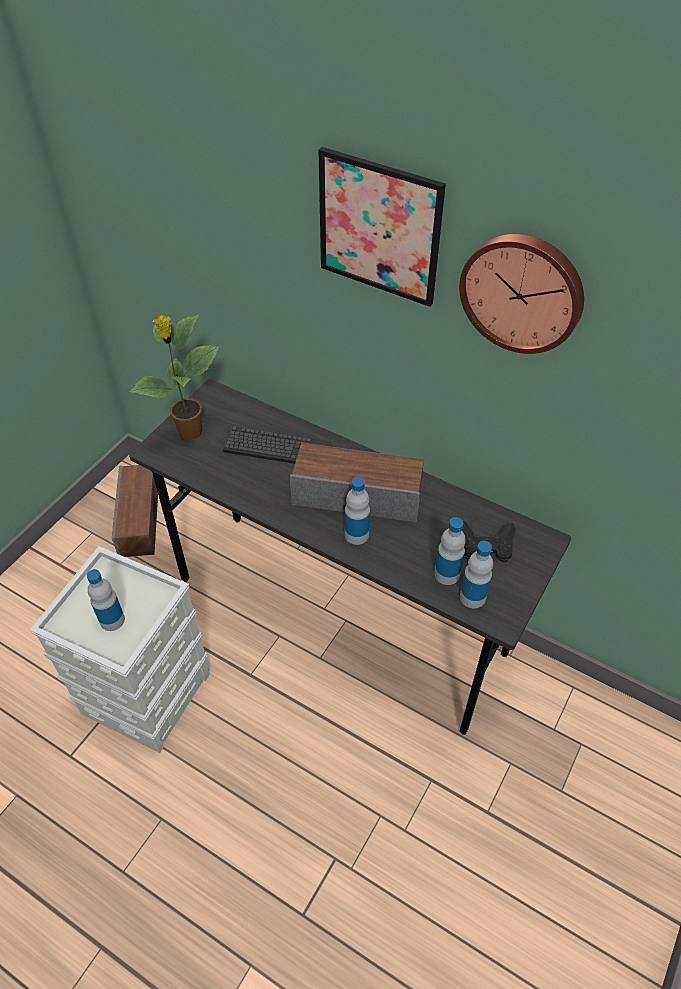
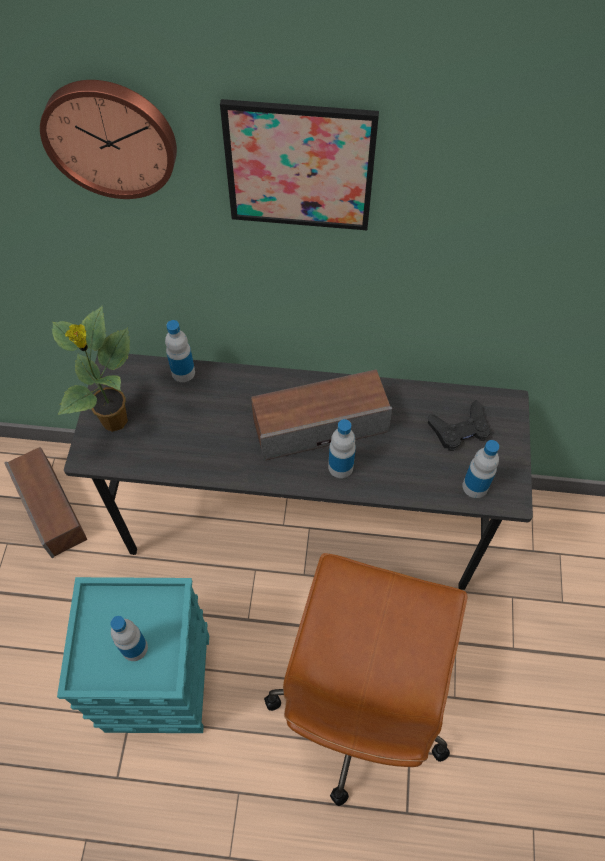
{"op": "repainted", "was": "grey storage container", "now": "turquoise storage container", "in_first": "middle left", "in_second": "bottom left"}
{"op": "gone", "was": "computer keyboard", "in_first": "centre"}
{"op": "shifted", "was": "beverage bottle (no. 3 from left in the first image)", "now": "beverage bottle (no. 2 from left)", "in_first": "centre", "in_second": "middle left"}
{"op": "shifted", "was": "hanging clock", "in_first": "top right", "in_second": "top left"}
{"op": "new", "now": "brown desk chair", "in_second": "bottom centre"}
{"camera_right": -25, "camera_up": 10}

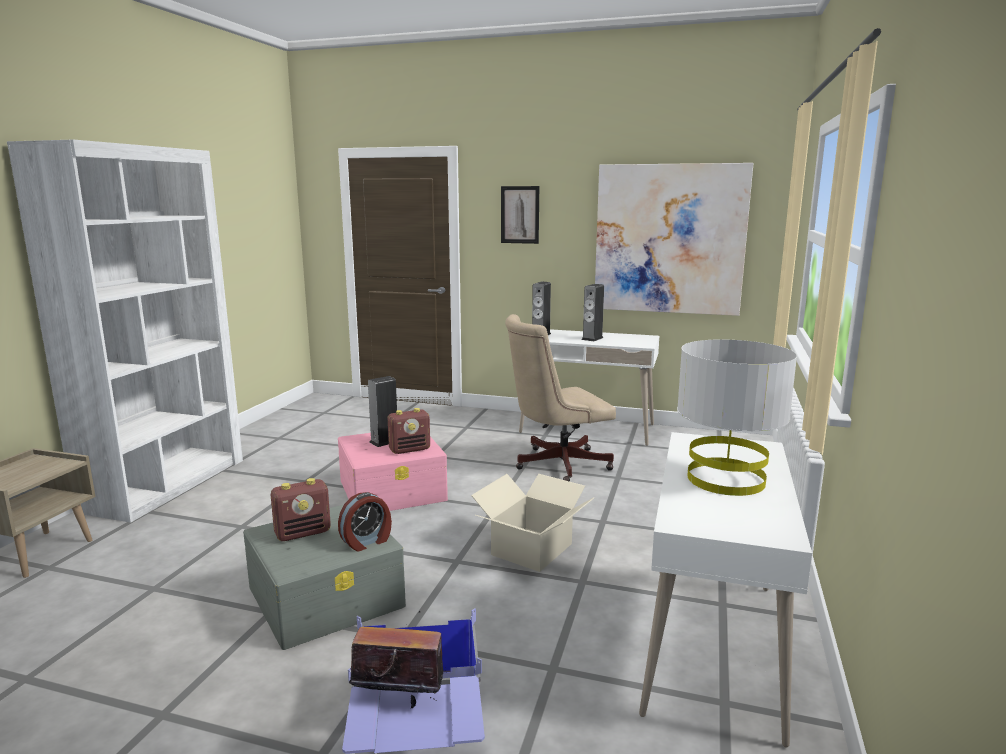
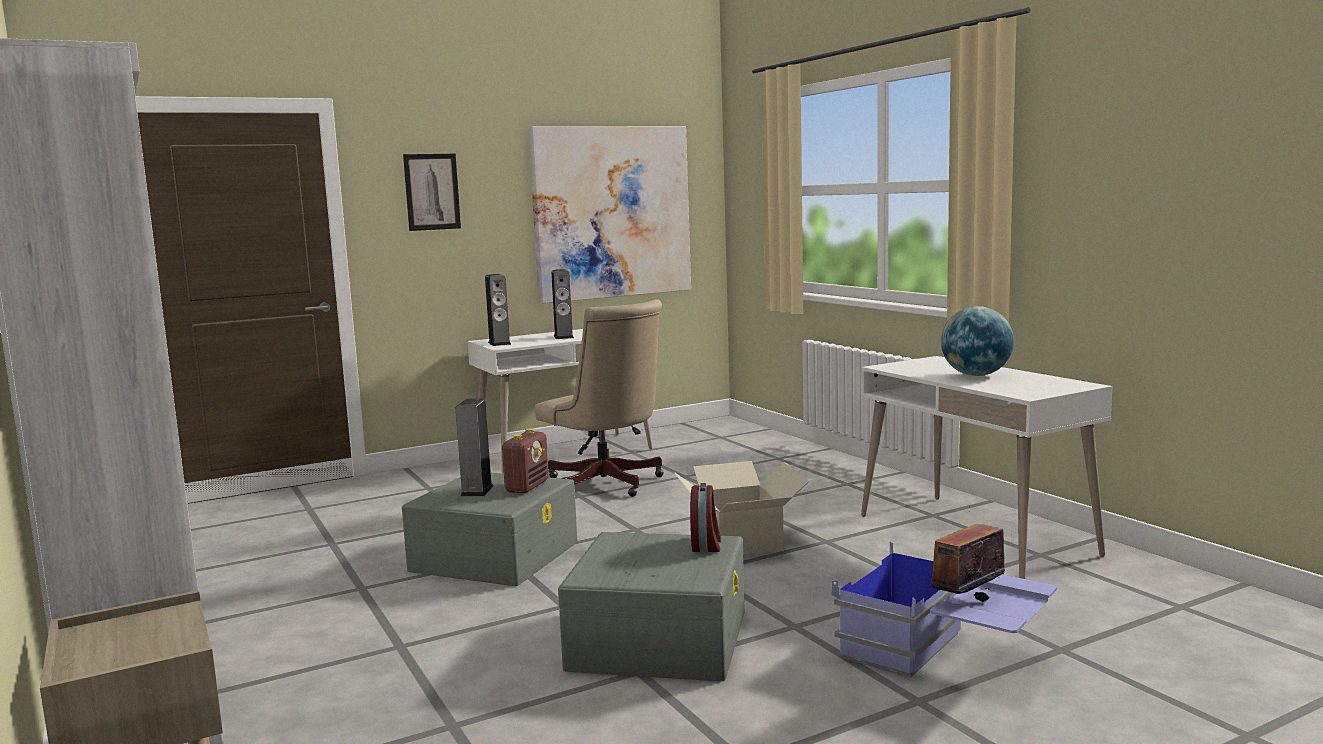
{"op": "gone", "was": "radio (no. 1 from left)", "in_first": "bottom left"}
{"op": "repainted", "was": "pink storage container", "now": "grey storage container (no. 1 from left)", "in_first": "centre", "in_second": "bottom centre"}
{"op": "rotated", "was": "beige desk chair", "in_first": "centre", "in_second": "centre", "clockwise": -60}
{"op": "swapped", "was": "grey tabletop lamp", "now": "world globe", "in_first": "middle right", "in_second": "middle right"}
{"camera_right": -45, "camera_up": -5}

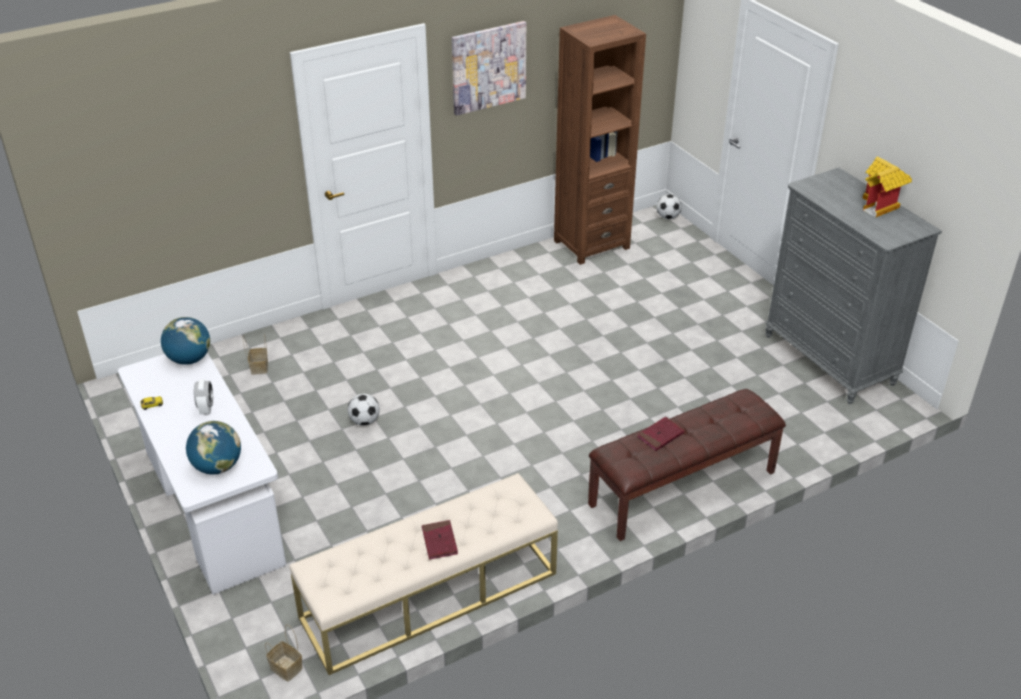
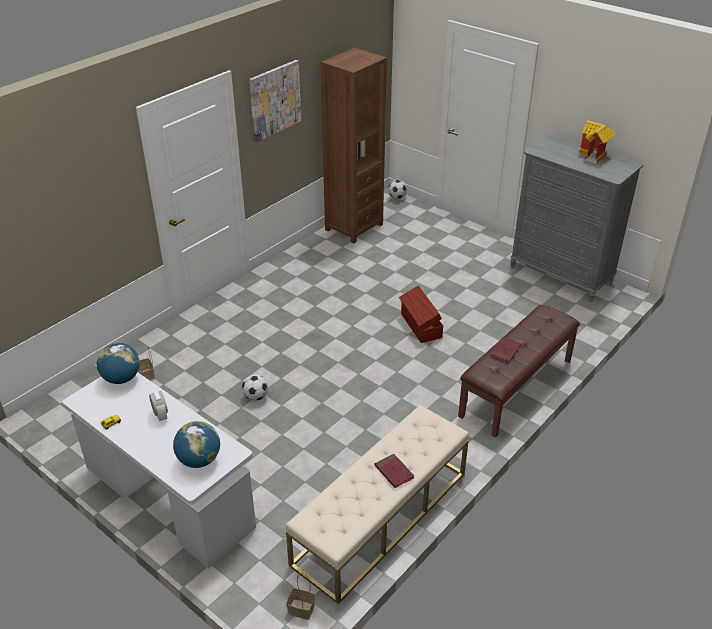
{"op": "new", "now": "brown storage container", "in_second": "centre"}
{"camera_right": -20, "camera_up": 0}

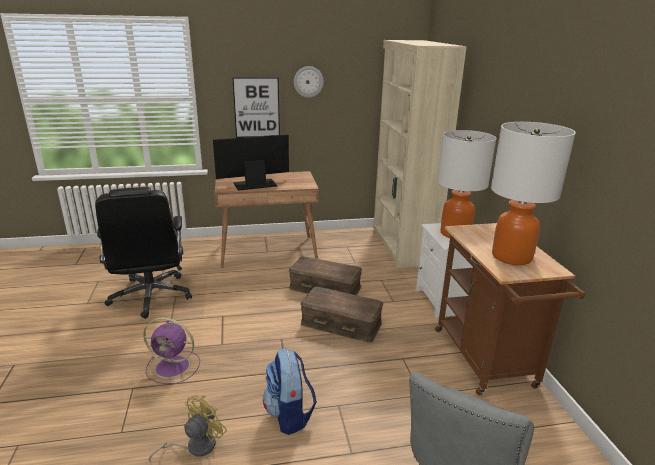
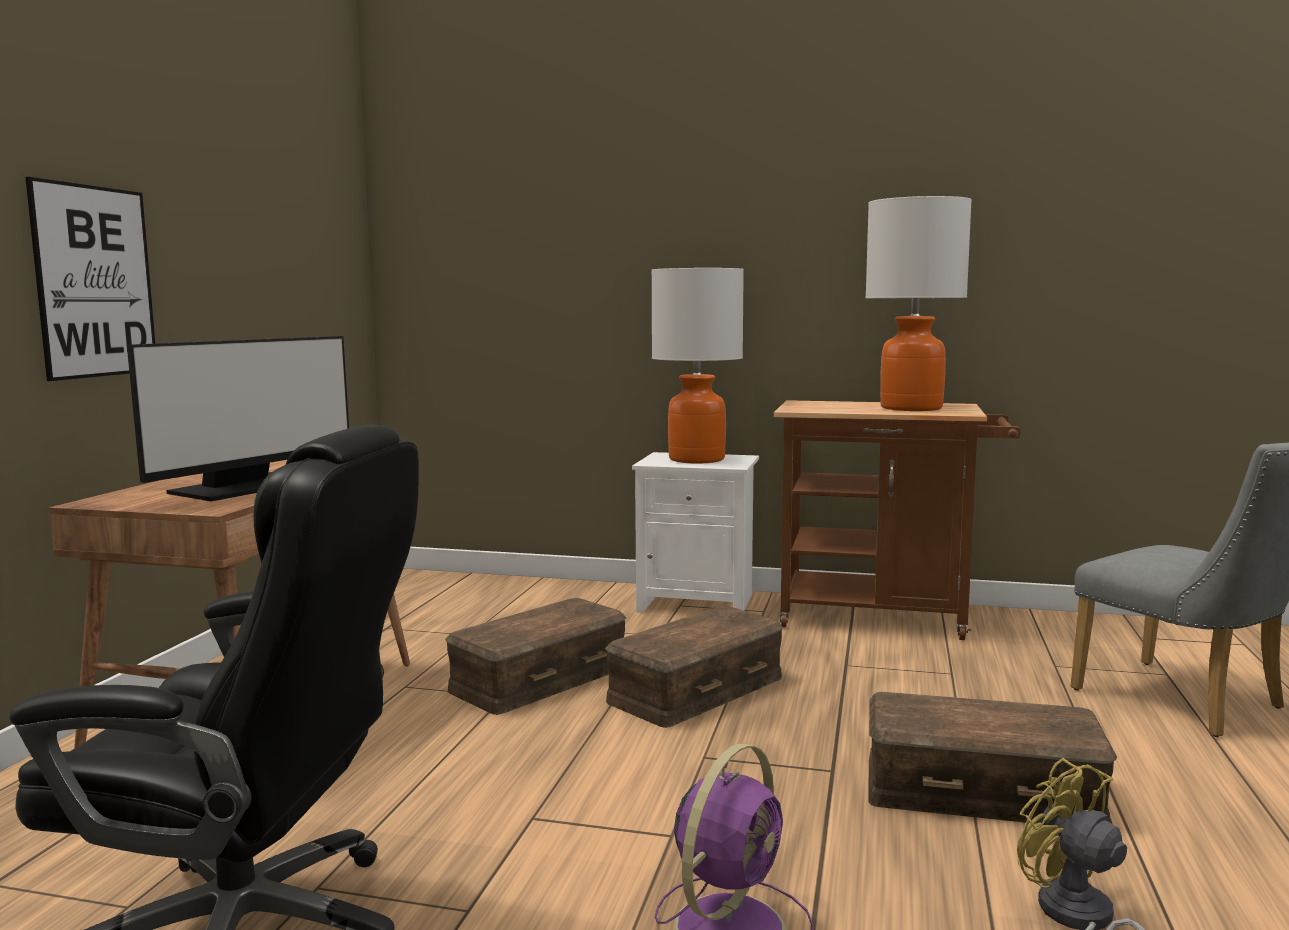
{"op": "rotated", "was": "monitor", "in_first": "centre", "in_second": "middle left", "clockwise": -150}
{"op": "swapped", "was": "backpack", "now": "brown storage container (no. 3 from left)", "in_first": "bottom centre", "in_second": "bottom right"}
{"op": "gone", "was": "hanging clock", "in_first": "top centre"}
{"op": "gone", "was": "beige bookshelf", "in_first": "top centre"}
{"camera_right": -65, "camera_up": -15}

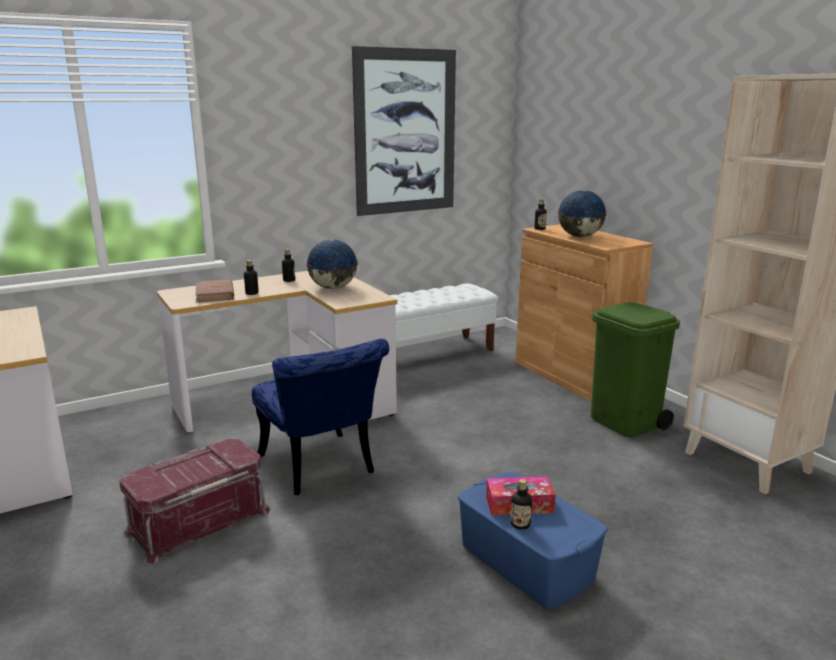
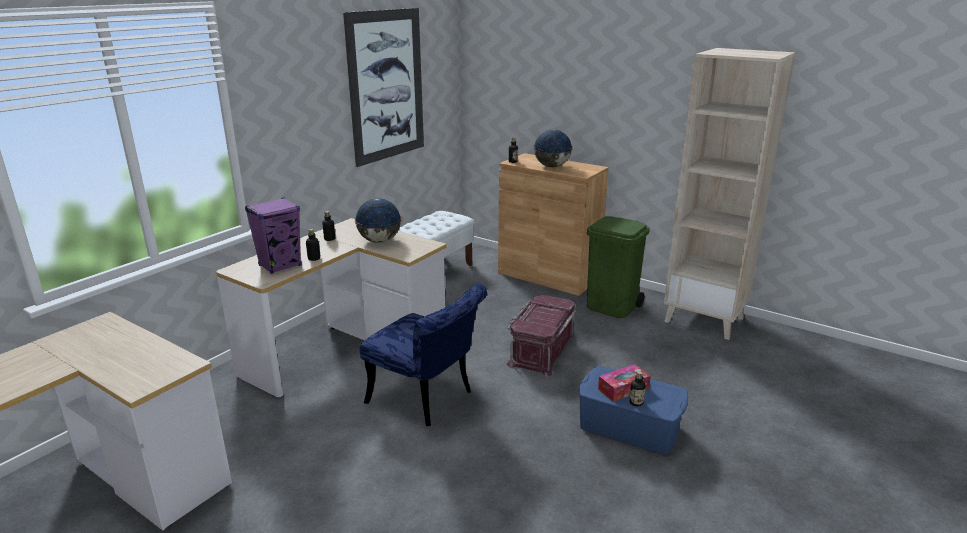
{"op": "shifted", "was": "red-coloured storage container", "in_first": "bottom left", "in_second": "centre"}
{"op": "swapped", "was": "brown bound book", "now": "purplish loudspeaker", "in_first": "middle left", "in_second": "middle left"}
{"camera_right": -25, "camera_up": 5}

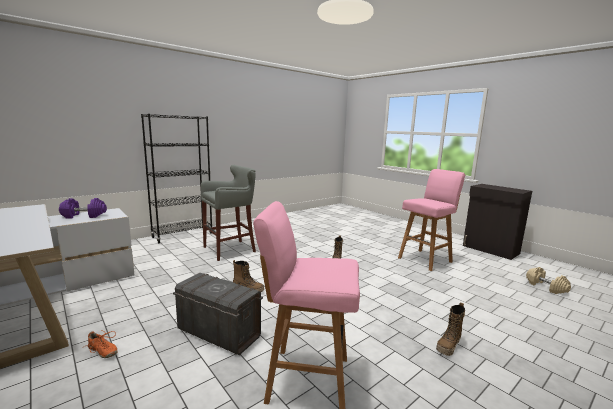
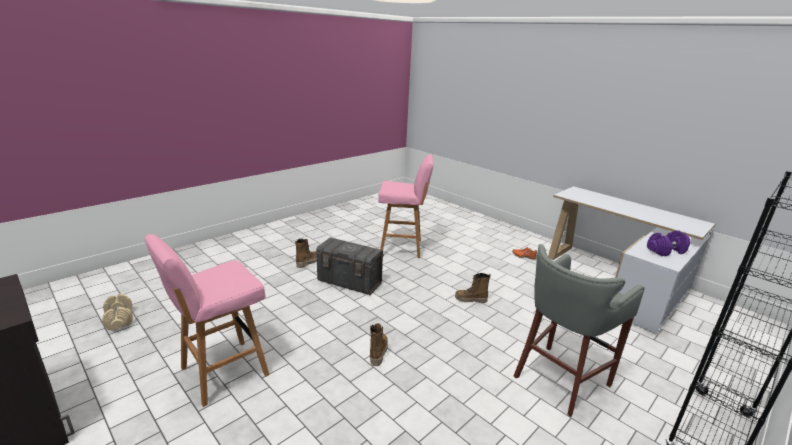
{"op": "shifted", "was": "grey storage container", "in_first": "bottom centre", "in_second": "centre"}
{"camera_right": 175, "camera_up": 10}

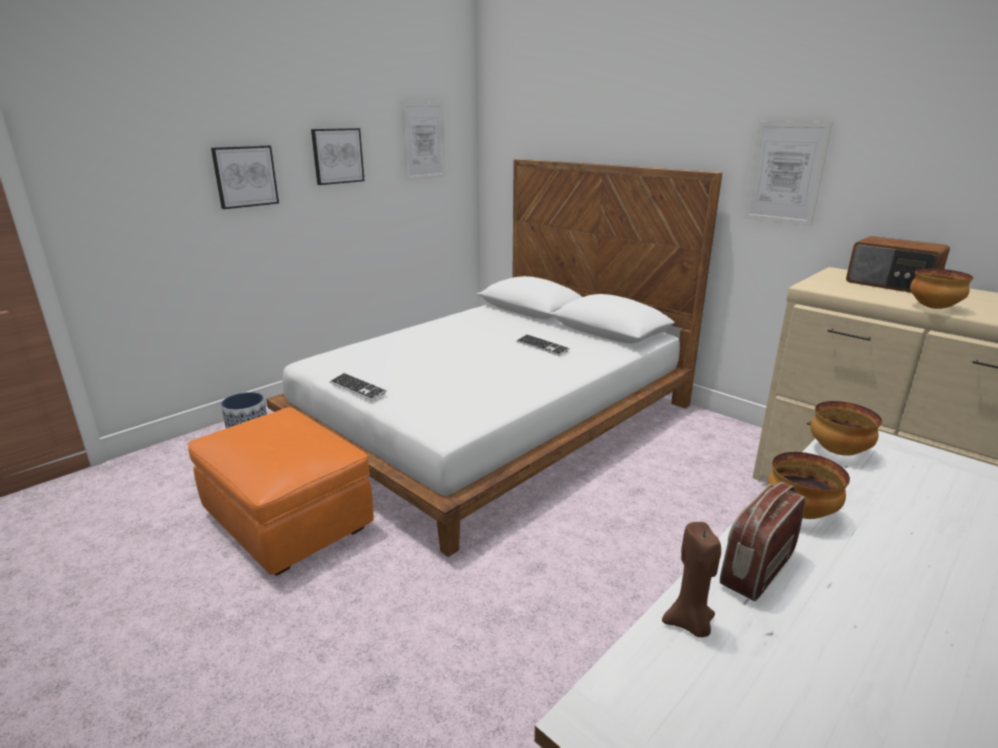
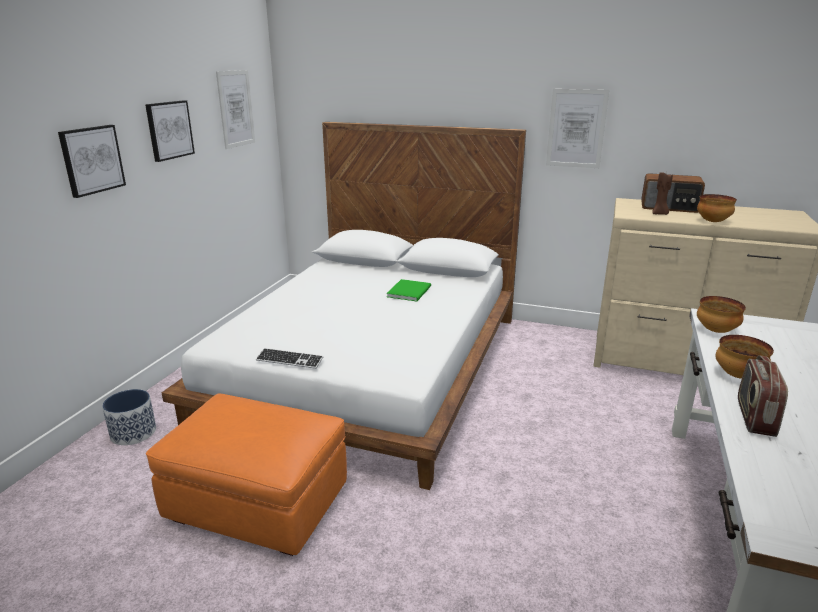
{"op": "swapped", "was": "computer keyboard (no. 2 from left)", "now": "greenish bound book", "in_first": "centre", "in_second": "centre"}
{"op": "shifted", "was": "brown wax light", "in_first": "bottom right", "in_second": "top right"}
{"camera_right": -25, "camera_up": 0}

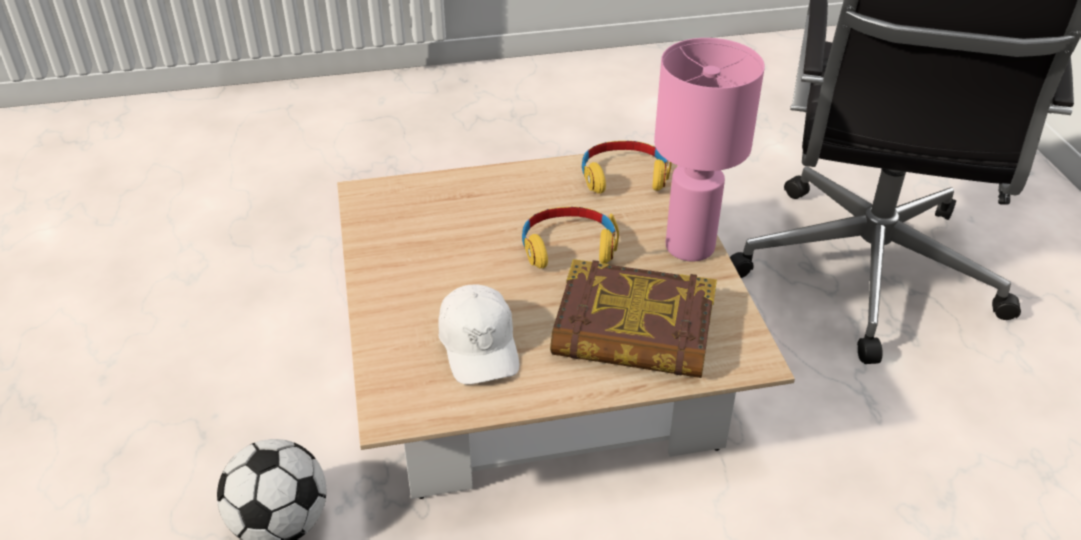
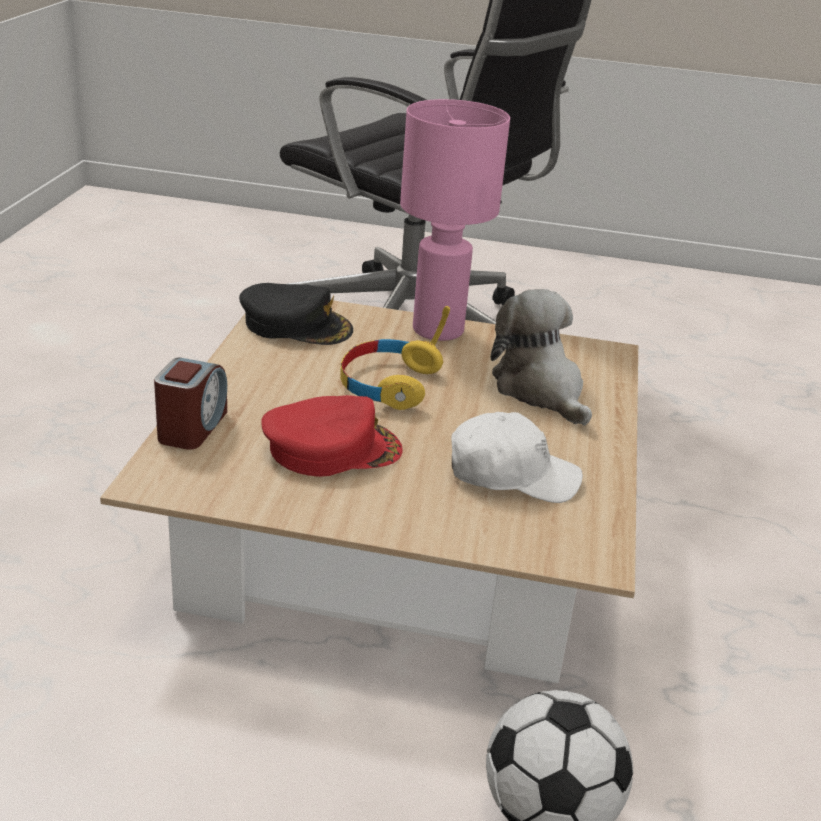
{"op": "swapped", "was": "bound book", "now": "soft toy", "in_first": "centre", "in_second": "centre"}
{"op": "swapped", "was": "yellow headset (no. 2 from left)", "now": "black baseball cap", "in_first": "top centre", "in_second": "centre"}
{"op": "new", "now": "table clock", "in_second": "middle left"}
{"op": "new", "now": "red-coloured baseball cap", "in_second": "centre"}
{"camera_right": -70, "camera_up": -10}

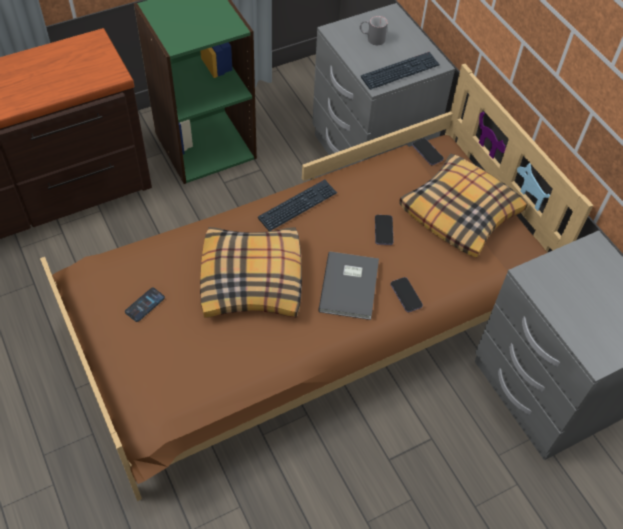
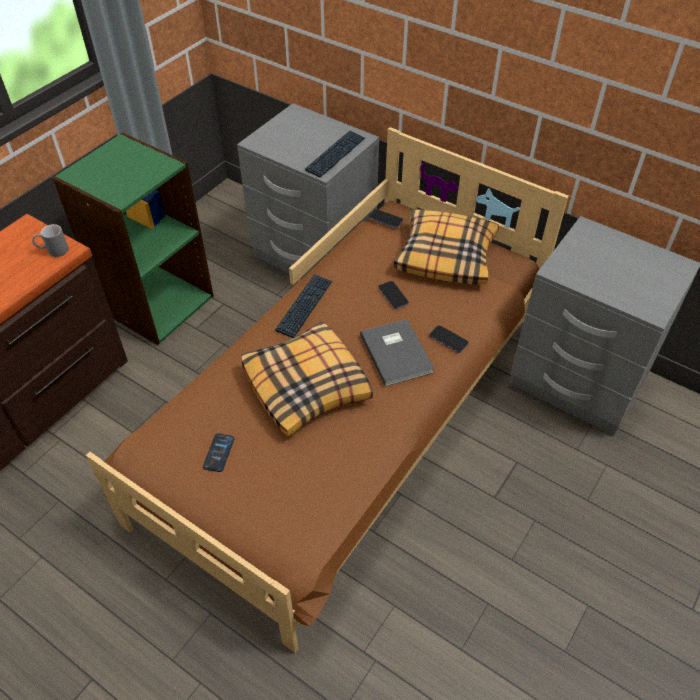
{"op": "shifted", "was": "grey coffee mug", "in_first": "top centre", "in_second": "middle left"}
{"camera_right": -25, "camera_up": -5}

